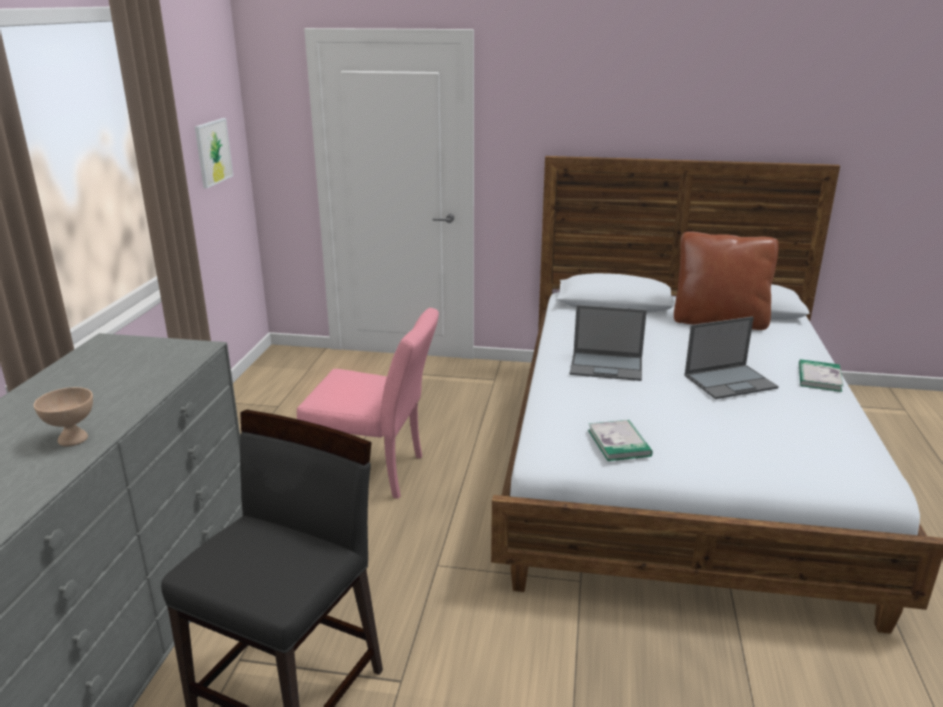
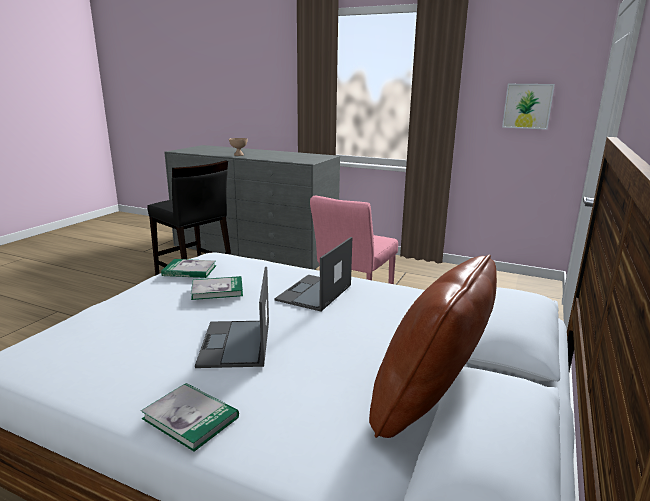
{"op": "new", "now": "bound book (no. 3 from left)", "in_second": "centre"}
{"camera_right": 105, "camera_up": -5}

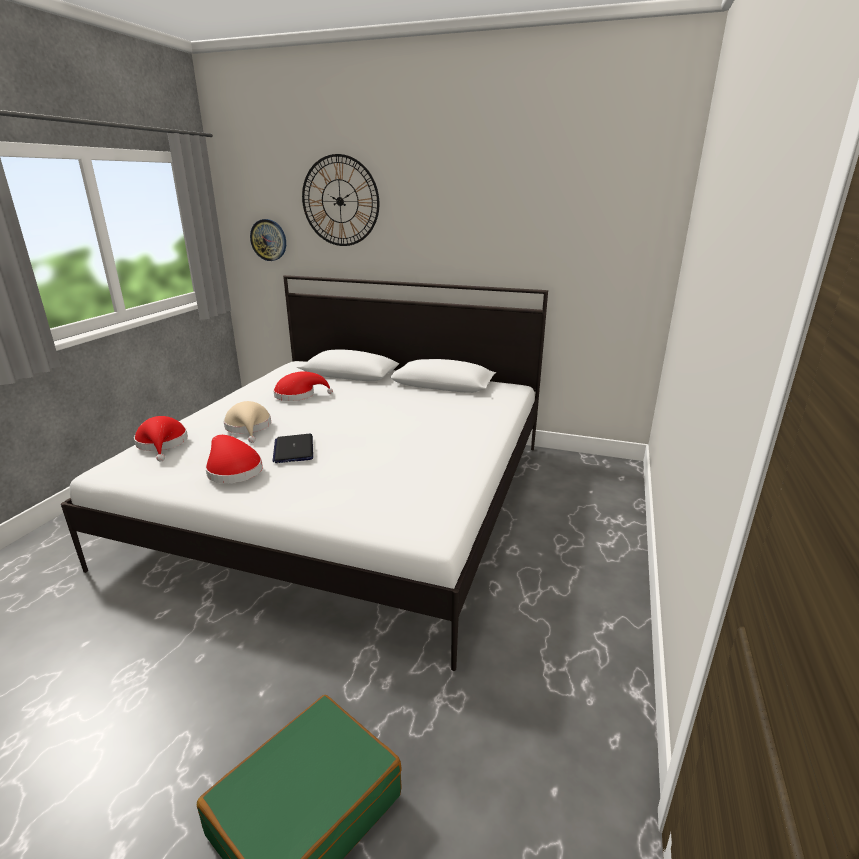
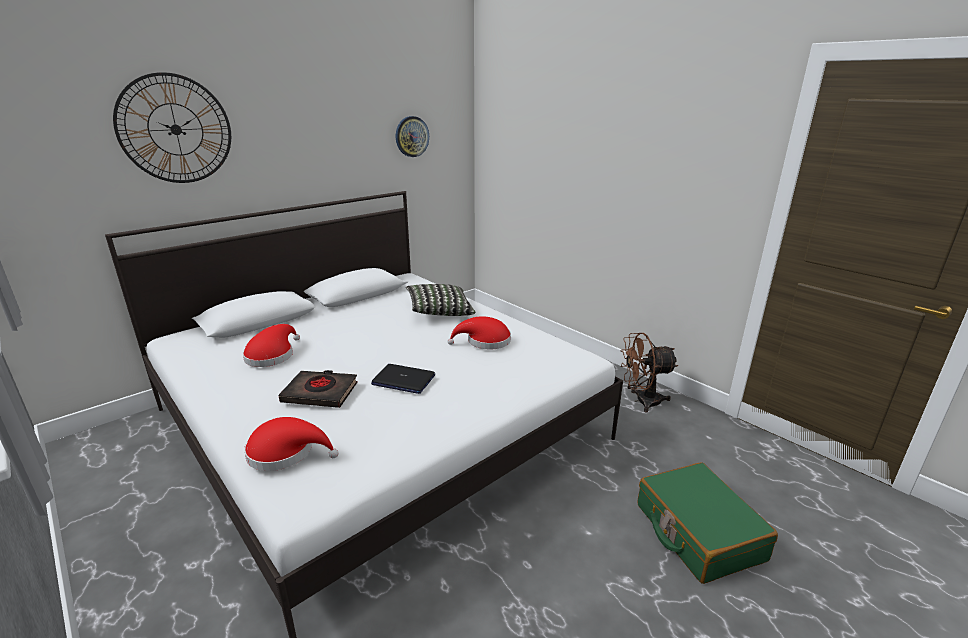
{"op": "shifted", "was": "red-coloured wearable hat (no. 2 from left in the first image)", "now": "red-coloured wearable hat (no. 3 from left)", "in_first": "middle left", "in_second": "centre"}
{"op": "swapped", "was": "beige wearable hat", "now": "black bound book", "in_first": "middle left", "in_second": "middle left"}
{"op": "shifted", "was": "hanging clock (no. 1 from left in the first image)", "now": "hanging clock (no. 2 from left)", "in_first": "top left", "in_second": "top centre"}
{"op": "new", "now": "pillow", "in_second": "centre"}
{"op": "new", "now": "brown fan", "in_second": "middle right"}
{"camera_right": -60, "camera_up": 0}

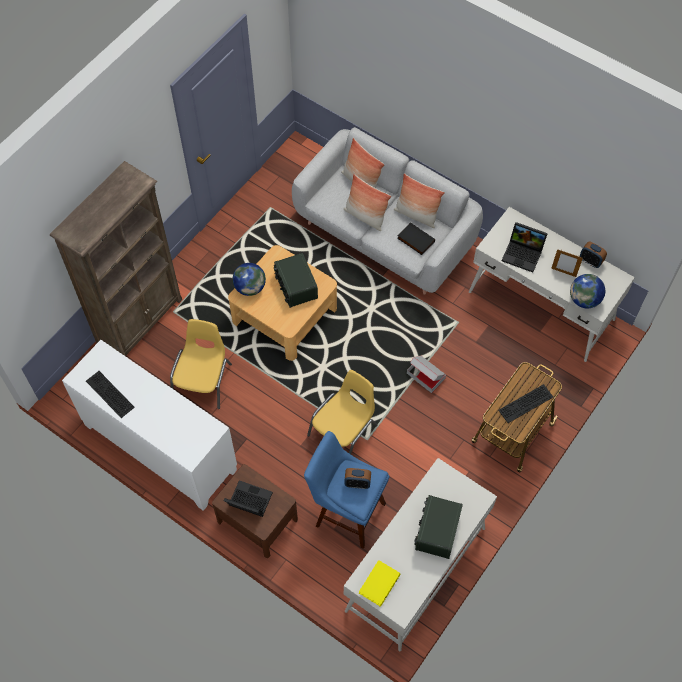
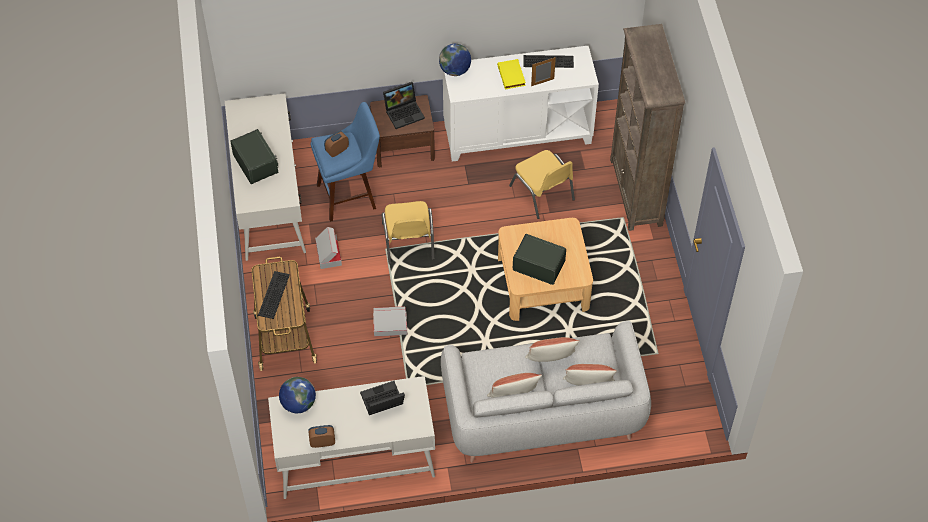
{"op": "shifted", "was": "world globe (no. 1 from left in the first image)", "now": "world globe (no. 2 from left)", "in_first": "centre", "in_second": "top centre"}
{"op": "shifted", "was": "yellow bound book", "in_first": "bottom centre", "in_second": "top centre"}
{"op": "gone", "was": "black bound book", "in_first": "centre"}
{"op": "shifted", "was": "picture frame", "in_first": "middle right", "in_second": "top centre"}
{"op": "new", "now": "cardboard box (no. 1 from left)", "in_second": "centre"}
{"camera_right": 135, "camera_up": -5}

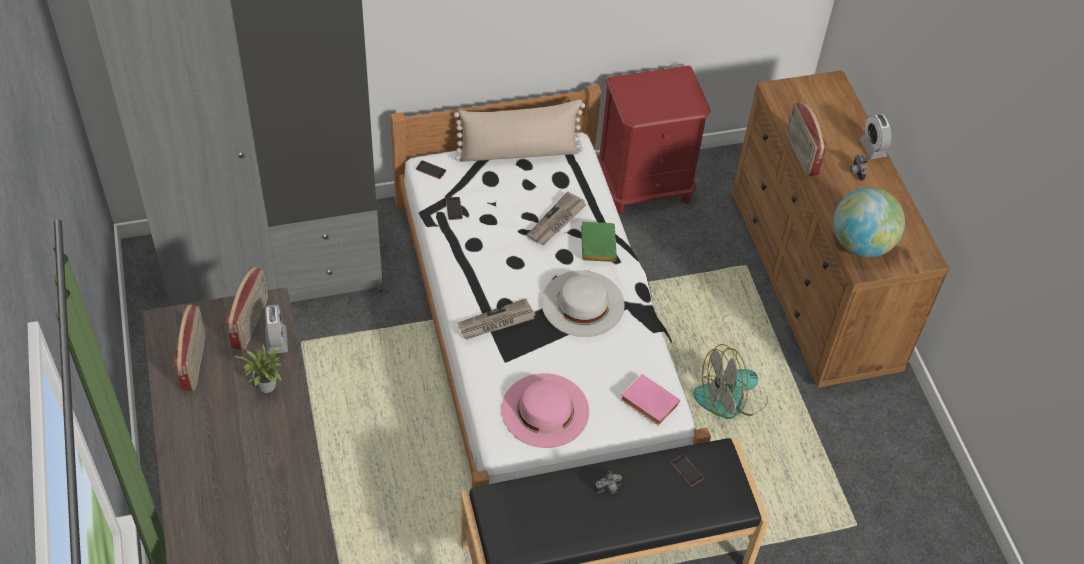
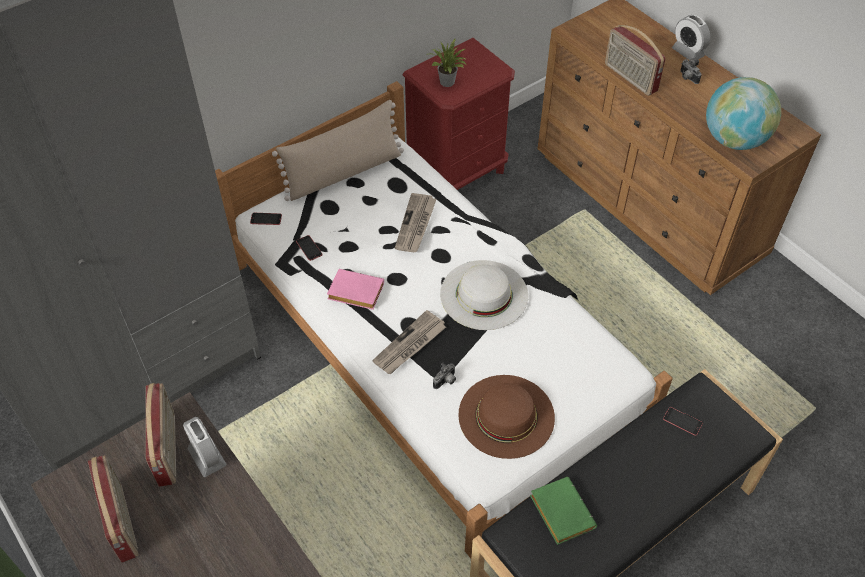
{"op": "shifted", "was": "houseplant", "in_first": "middle left", "in_second": "top centre"}
{"op": "repainted", "was": "pink wearable hat", "now": "brown wearable hat", "in_first": "bottom centre", "in_second": "bottom centre"}
{"op": "shifted", "was": "greenish bound book", "in_first": "centre", "in_second": "bottom centre"}
{"op": "shifted", "was": "photo camera (no. 1 from left)", "in_first": "bottom centre", "in_second": "centre"}
{"op": "shifted", "was": "pink bound book", "in_first": "bottom centre", "in_second": "centre"}
{"op": "gone", "was": "fan", "in_first": "bottom right"}
{"camera_right": -20, "camera_up": 0}

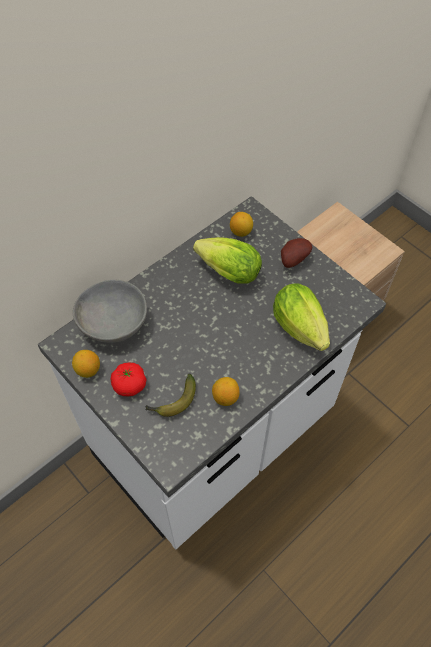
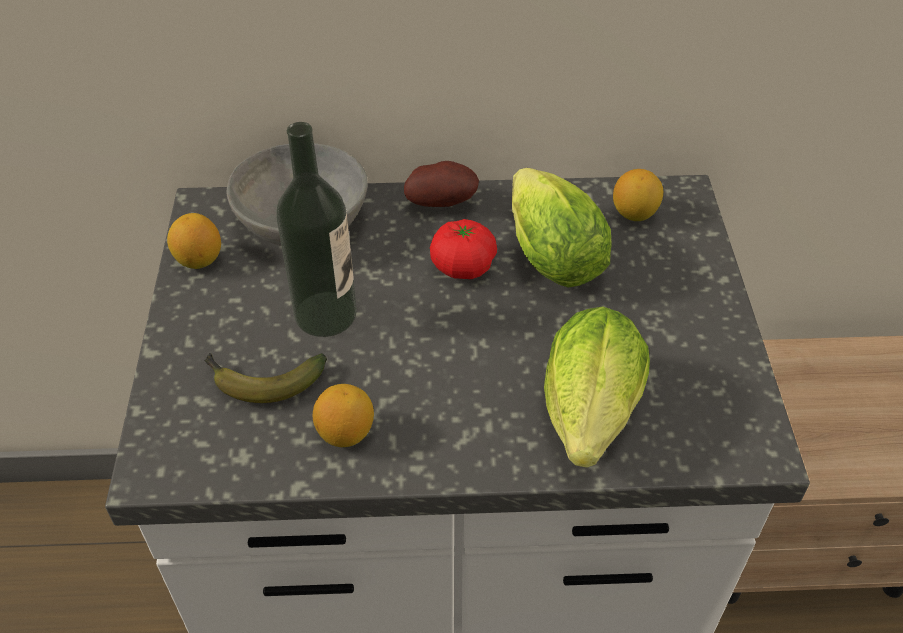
{"op": "shifted", "was": "tomato", "in_first": "middle left", "in_second": "centre"}
{"op": "shifted", "was": "spud", "in_first": "middle right", "in_second": "top centre"}
{"op": "new", "now": "beverage bottle", "in_second": "centre"}
{"camera_right": 40, "camera_up": -10}

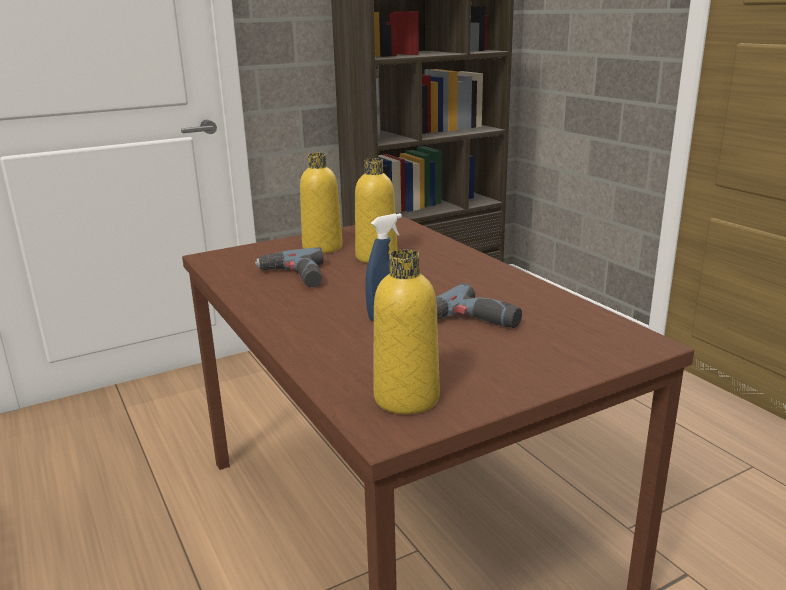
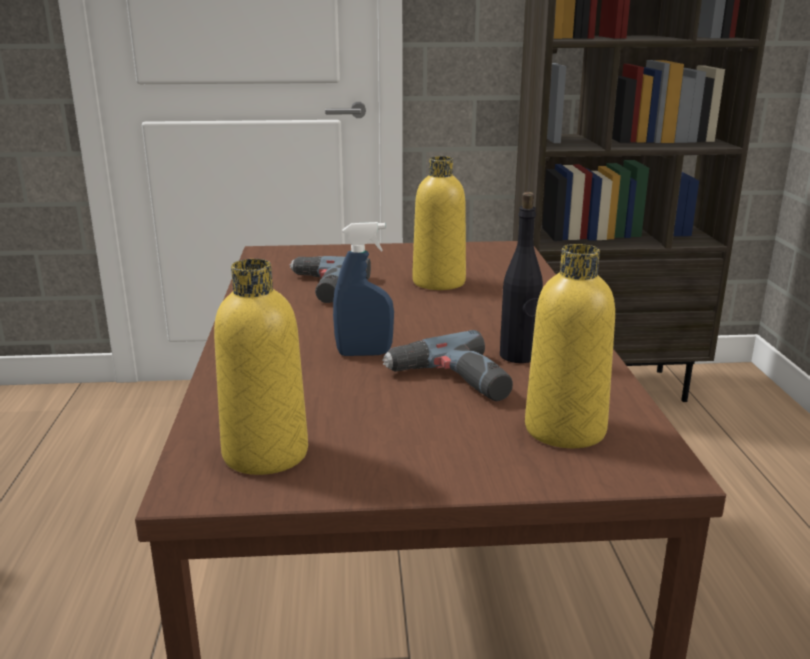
{"op": "shifted", "was": "yellow beverage bottle (no. 1 from left in the first image)", "now": "yellow beverage bottle (no. 3 from left)", "in_first": "centre", "in_second": "middle right"}
{"op": "new", "now": "black beverage bottle", "in_second": "centre"}
{"camera_right": 25, "camera_up": 0}

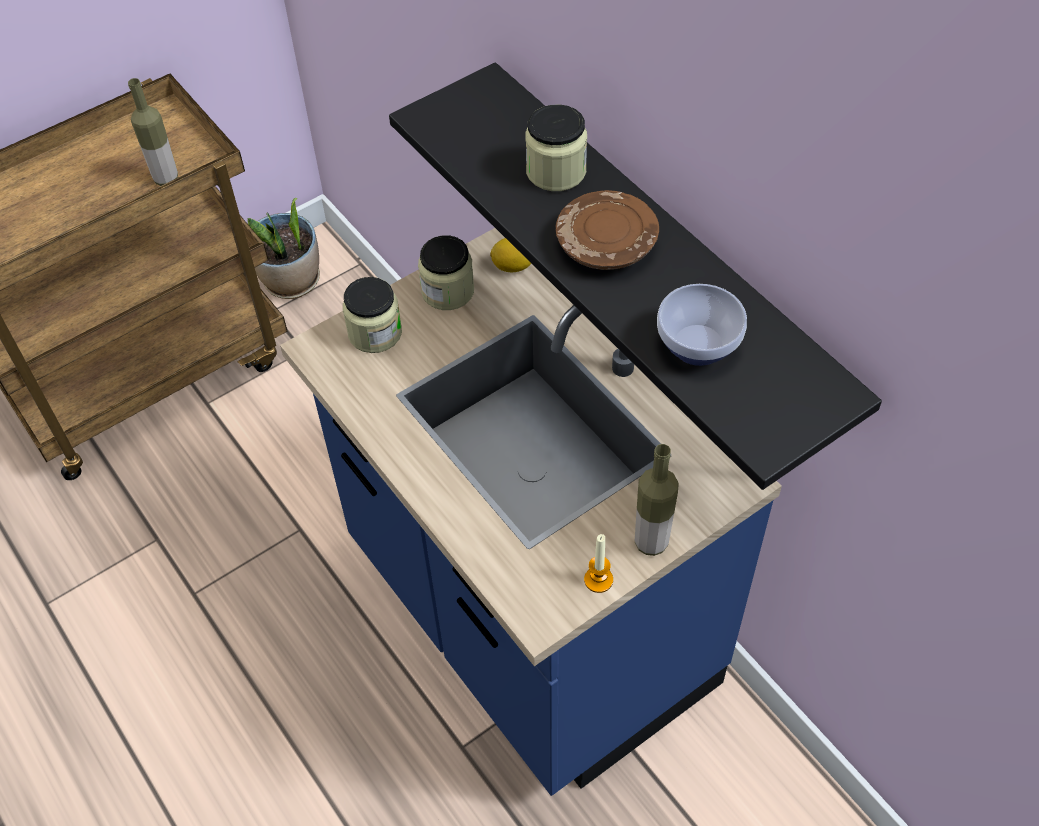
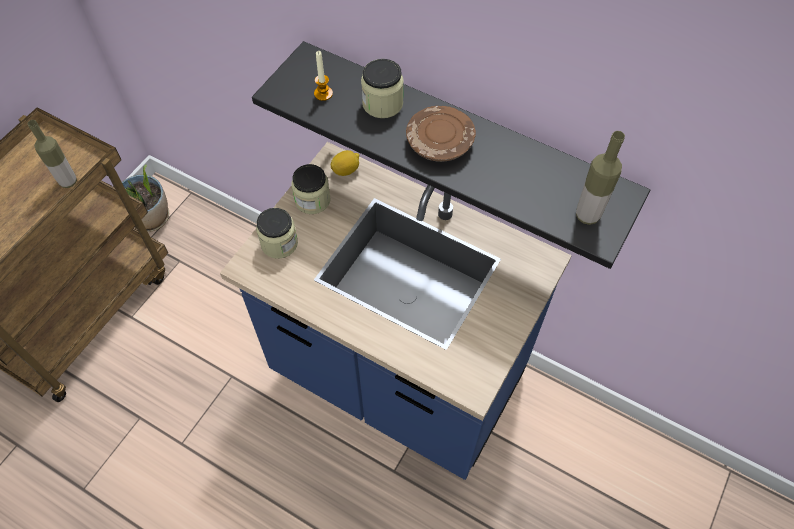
{"op": "shifted", "was": "wax light", "in_first": "bottom centre", "in_second": "top centre"}
{"op": "shifted", "was": "beverage bottle (no. 2 from left)", "in_first": "centre", "in_second": "middle right"}
{"op": "gone", "was": "deep dish", "in_first": "middle right"}
{"camera_right": -25, "camera_up": 5}

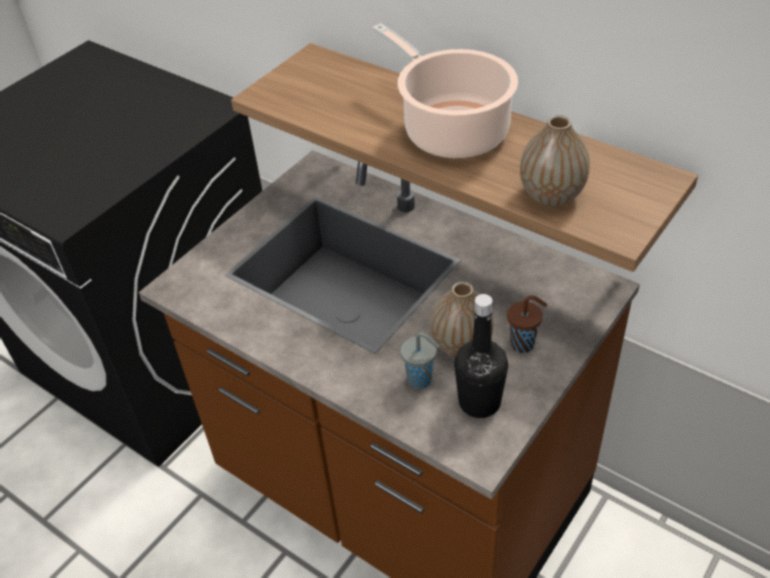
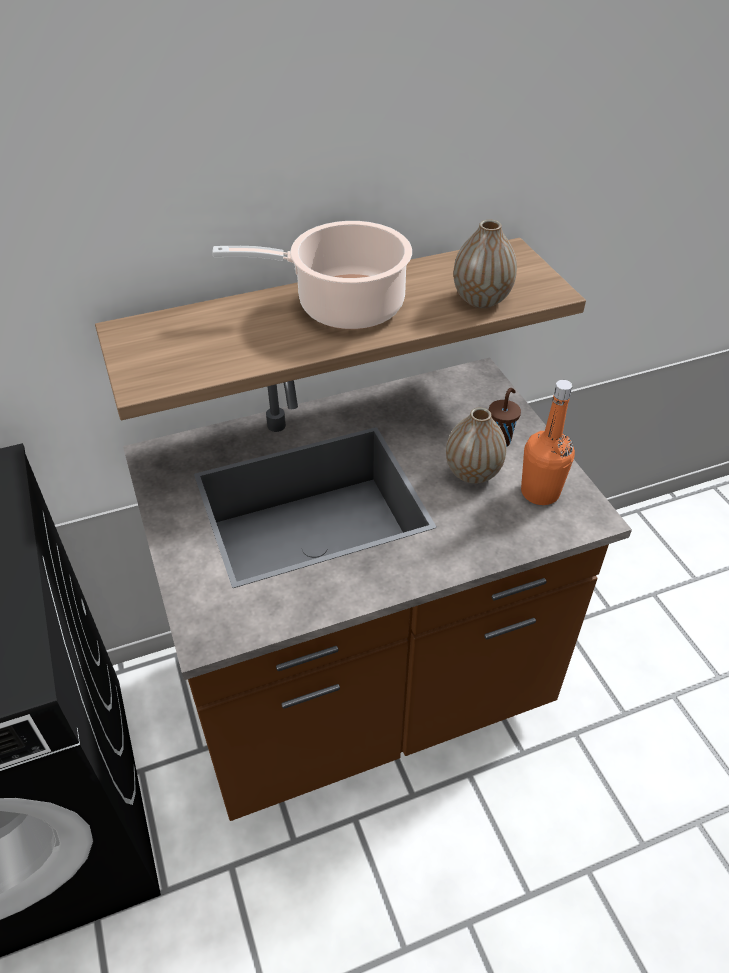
{"op": "gone", "was": "grey drinking cup", "in_first": "centre"}
{"op": "repainted", "was": "black beverage bottle", "now": "orangey beverage bottle", "in_first": "centre", "in_second": "middle right"}
{"camera_right": -60, "camera_up": 0}

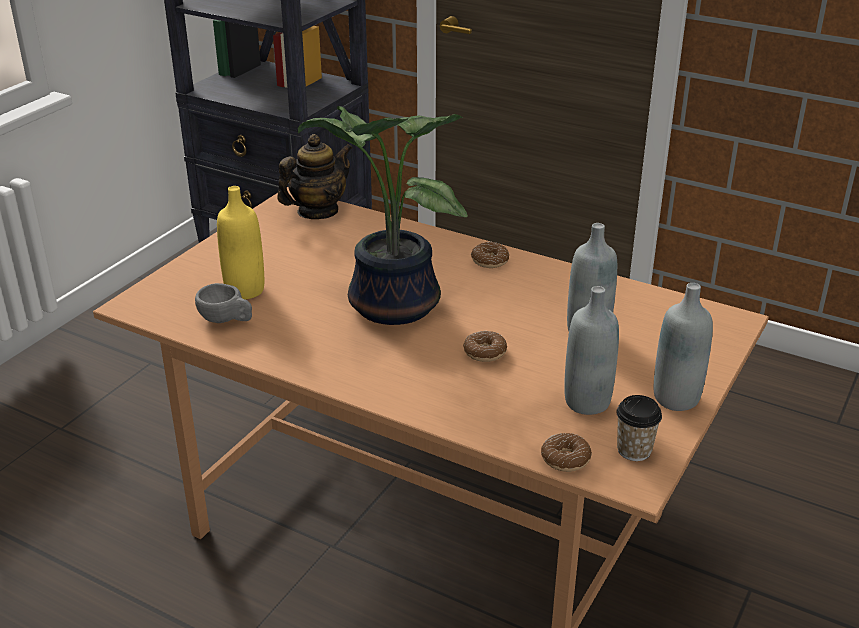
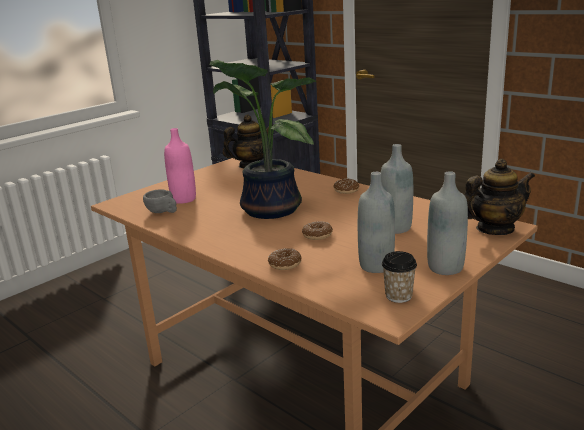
{"op": "repainted", "was": "yellow beverage bottle", "now": "pink beverage bottle", "in_first": "middle left", "in_second": "middle left"}
{"op": "shifted", "was": "doughnut (no. 3 from left in the first image)", "now": "doughnut (no. 1 from left)", "in_first": "bottom centre", "in_second": "centre"}
{"op": "new", "now": "pot for tea (no. 2 from left)", "in_second": "middle right"}
{"camera_right": 15, "camera_up": -10}

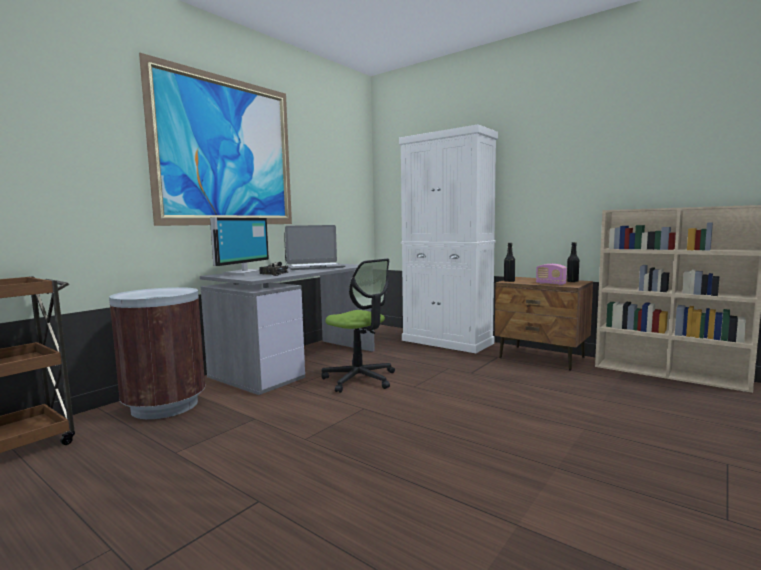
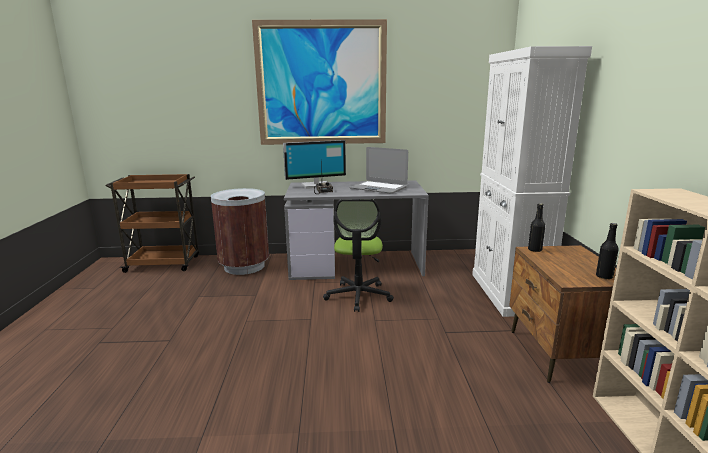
{"op": "gone", "was": "radio (no. 2 from left)", "in_first": "middle right"}
{"camera_right": 50, "camera_up": 10}

